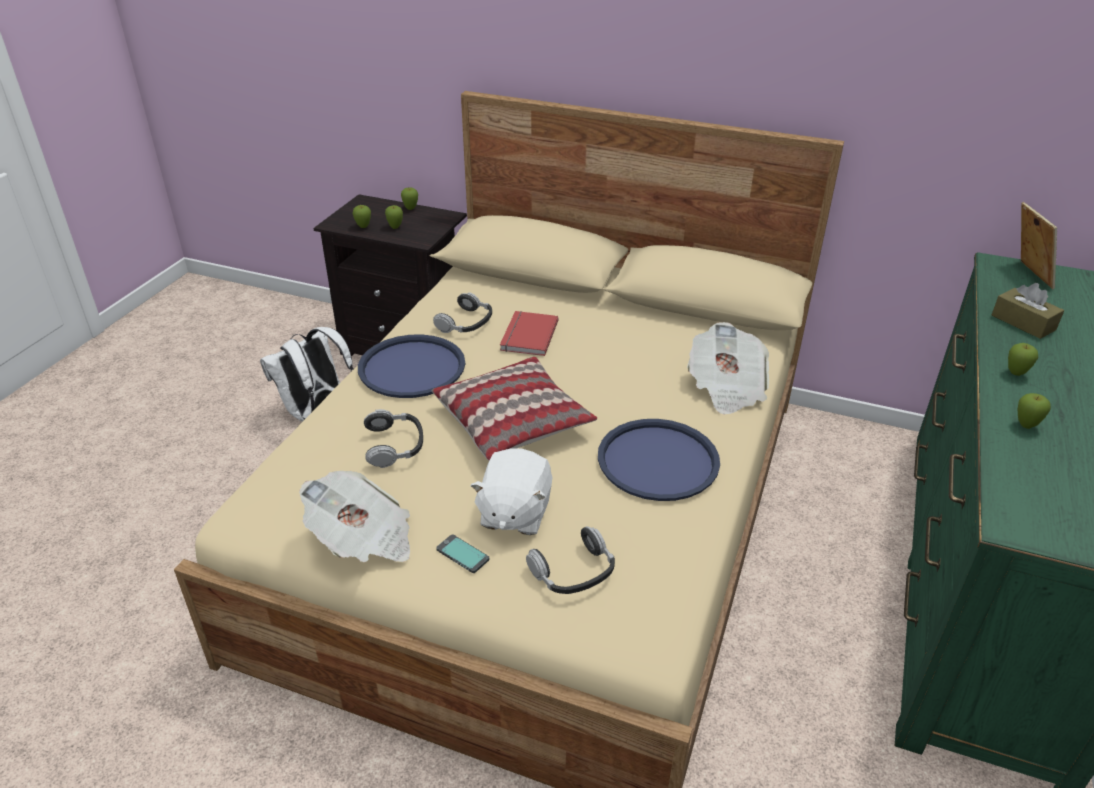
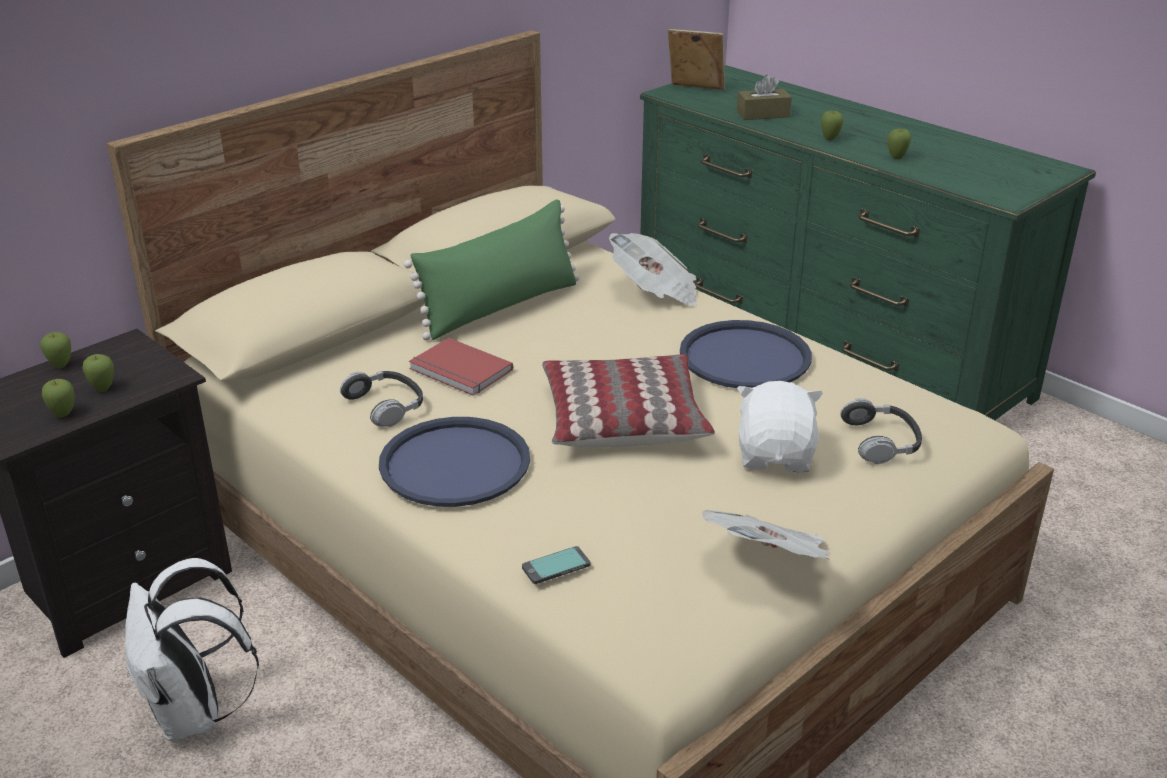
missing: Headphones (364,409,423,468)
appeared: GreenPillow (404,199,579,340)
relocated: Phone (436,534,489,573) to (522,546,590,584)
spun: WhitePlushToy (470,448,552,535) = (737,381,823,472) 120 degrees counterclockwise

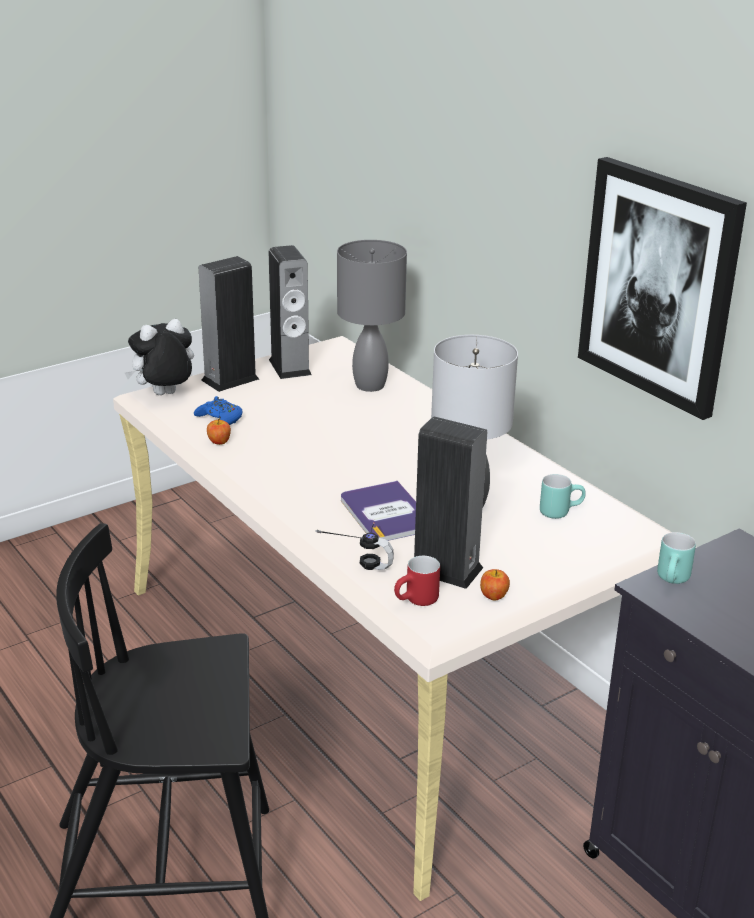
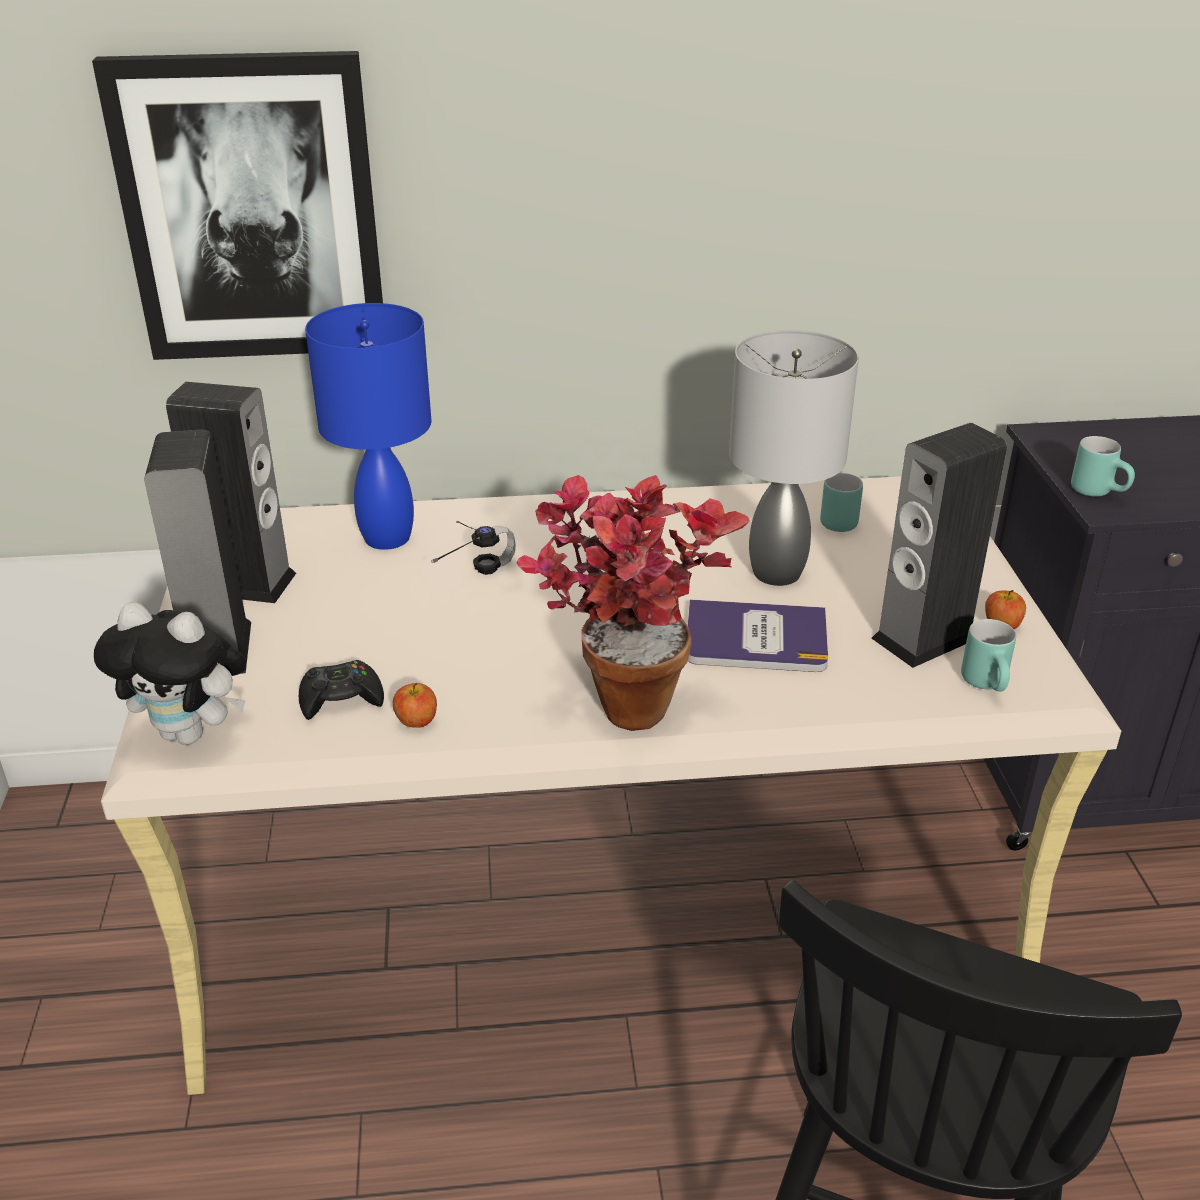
appeared: PottedPlant (516,475,750,731)
relocated: Picture (578,157,747,420) to (92,51,383,360); Headphones (315,522,394,570) to (431,521,516,575)
colour: GreyTableLamp (337,240,407,392) to BlueTableLamp (305,303,431,550); BlueGameController (194,396,242,425) to BlackGameController (299,660,384,720); RedMug (394,556,440,606) to TurquoiseMug (961,619,1016,692)
spun: PlushToy (125,319,194,395) = (94,602,246,745) 75 degrees counterclockwise

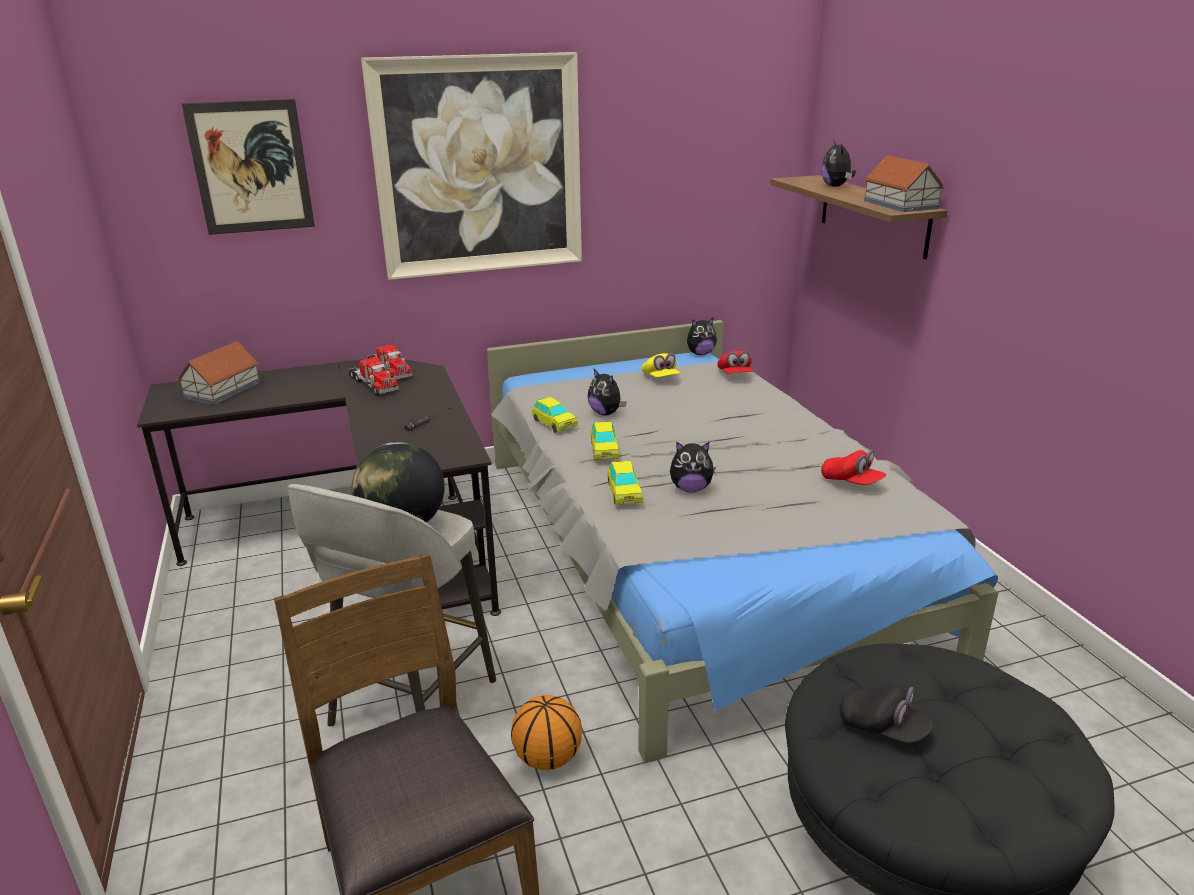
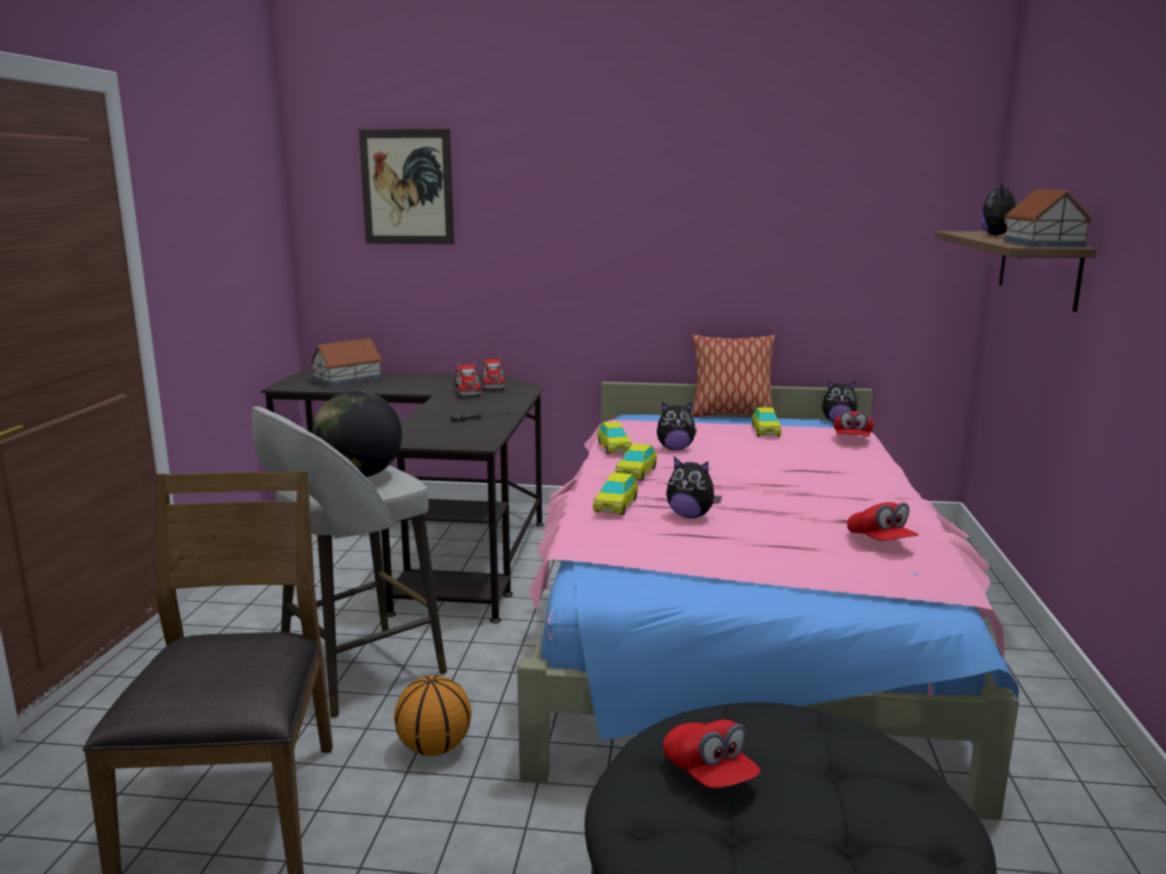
missing: Picture (361,52,582,280)
appeared: Pillow (691,335,775,418)
exchanged: YellowCap (641,353,680,377) to ToyCar (752,407,781,437)
colour: GreyBed (487,320,999,763) to PinkBed (517,382,1019,819); BlackCap (840,684,934,743) to RedCap (663,720,760,788)
spun: PlushToy (588,369,626,416) = (657,402,697,450) 75 degrees counterclockwise

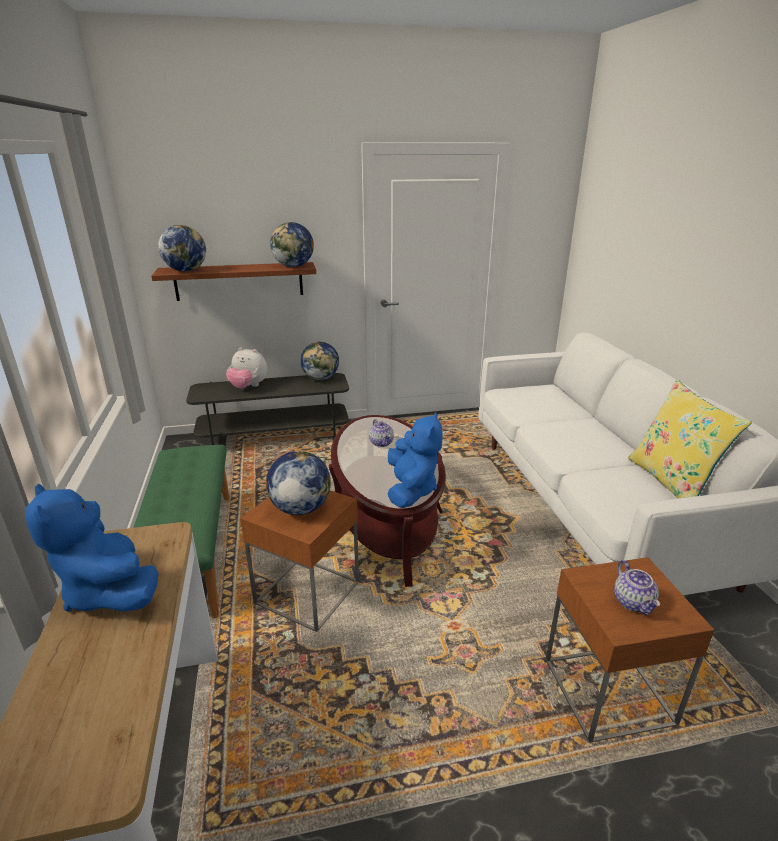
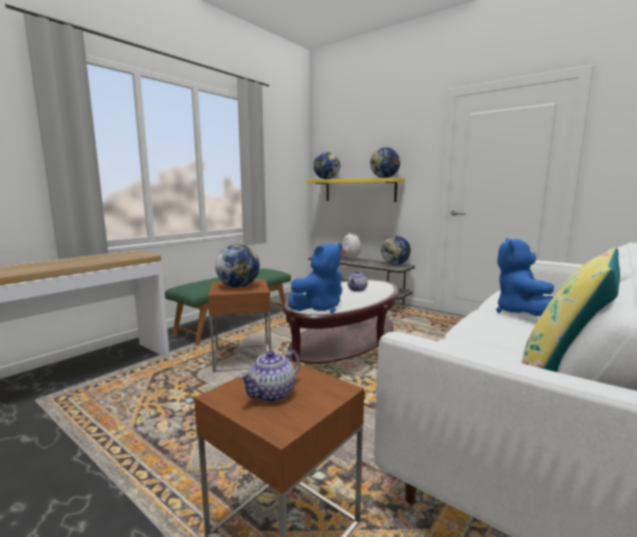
relocated: BluePlushToy (25,484,159,612) to (496,238,554,316)
colour: BrownShelf (151,262,316,301) to YellowShelf (307,178,405,202)

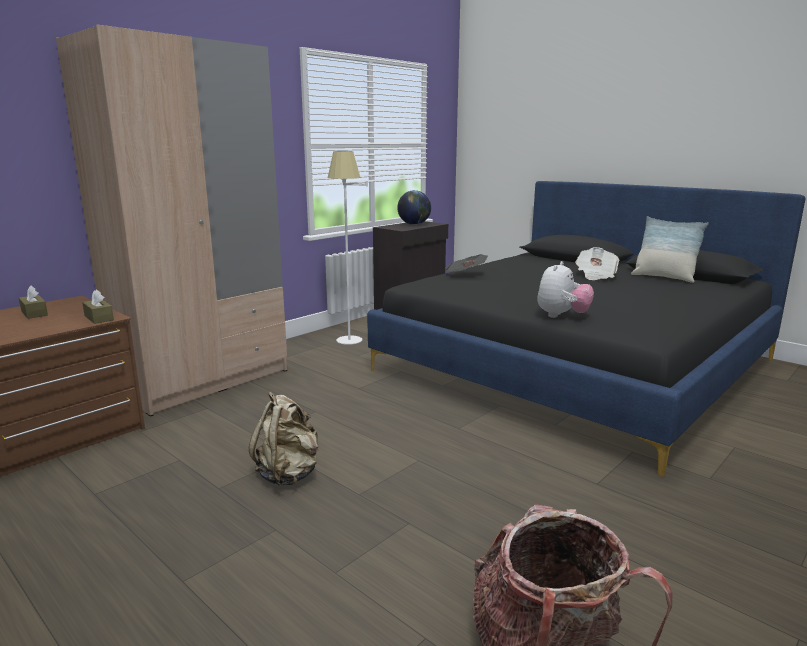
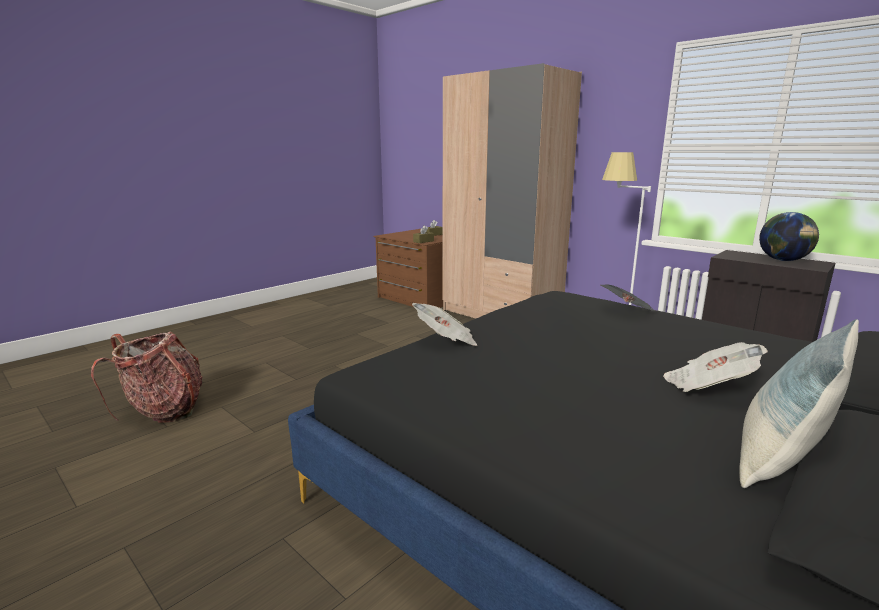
missing: BeigeBackpack (249,392,319,485)
exchanged: PlushToy (537,261,594,318) to Newspaper (412,303,478,346)

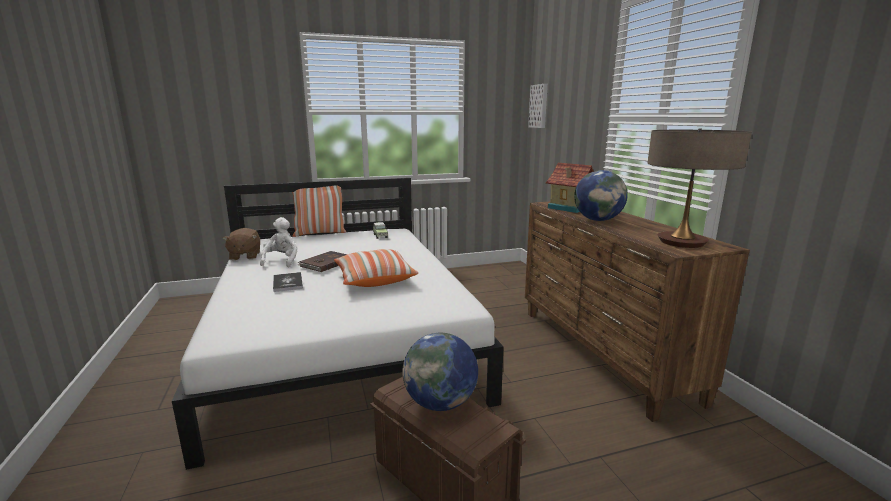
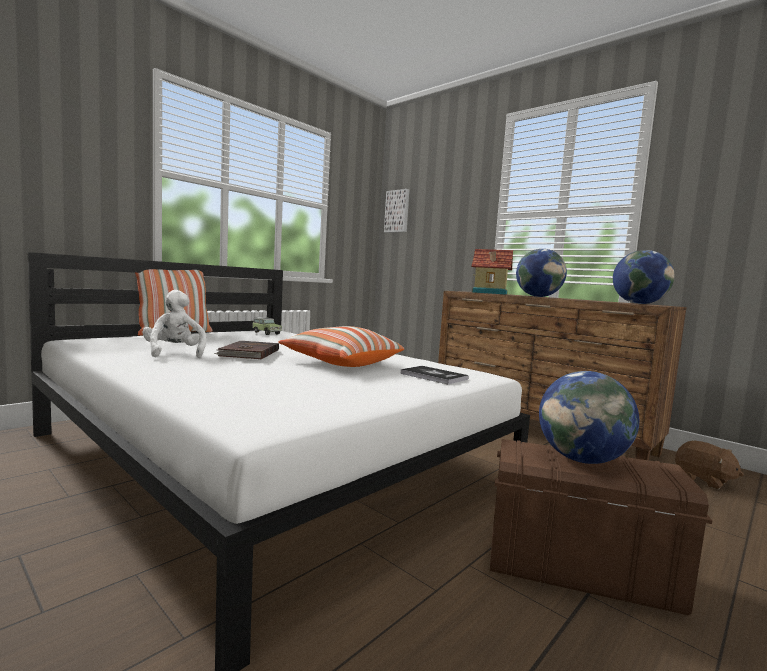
relocated: BrownPlushToy (222,228,260,260) to (675,440,744,490); Book (273,272,303,292) to (400,366,469,384)
exchanged: TableLamp (647,129,752,248) to Globe (613,250,674,304)

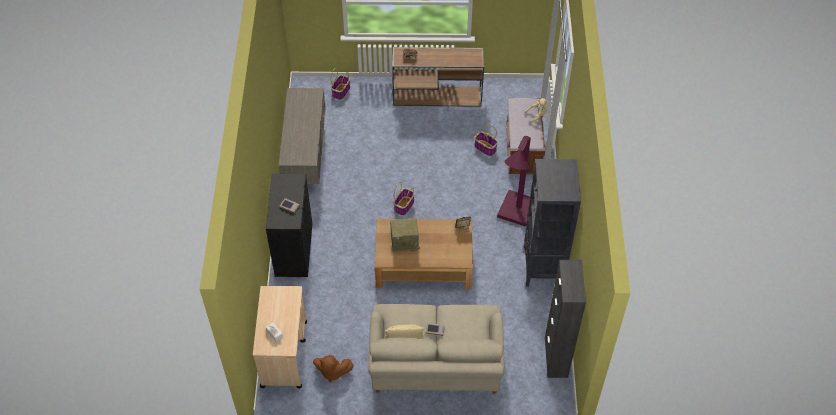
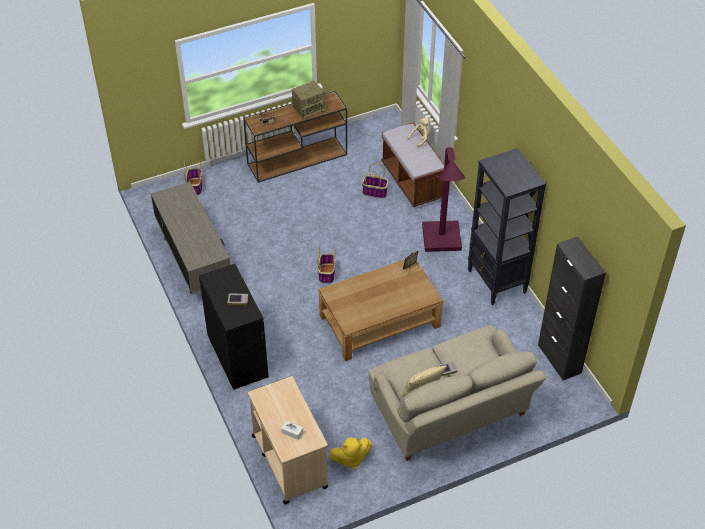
relocated: Radio (390,218,420,252) to (292,81,327,119)
colour: BrownPlushToy (313,355,354,382) to YellowPlushToy (329,437,372,470)

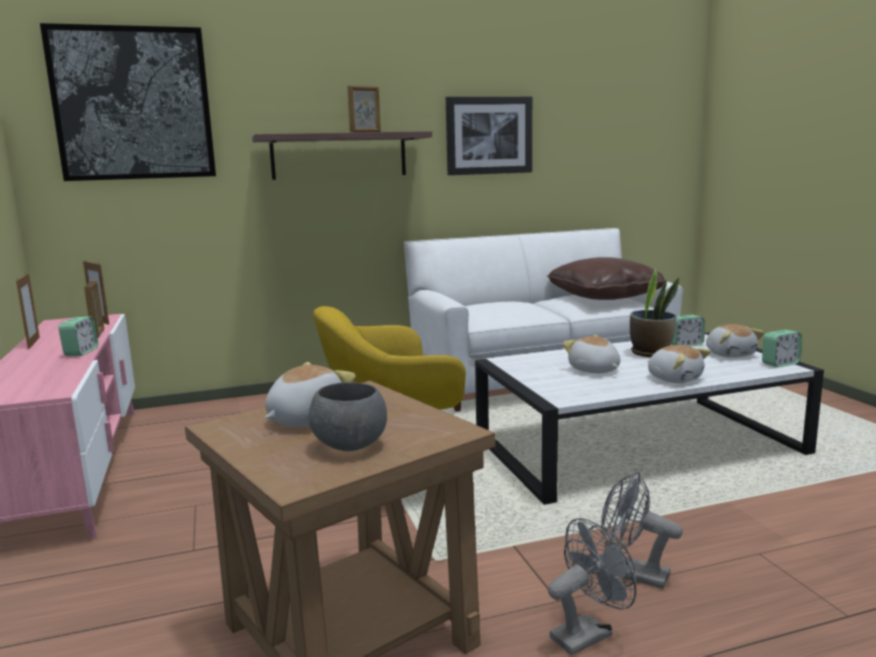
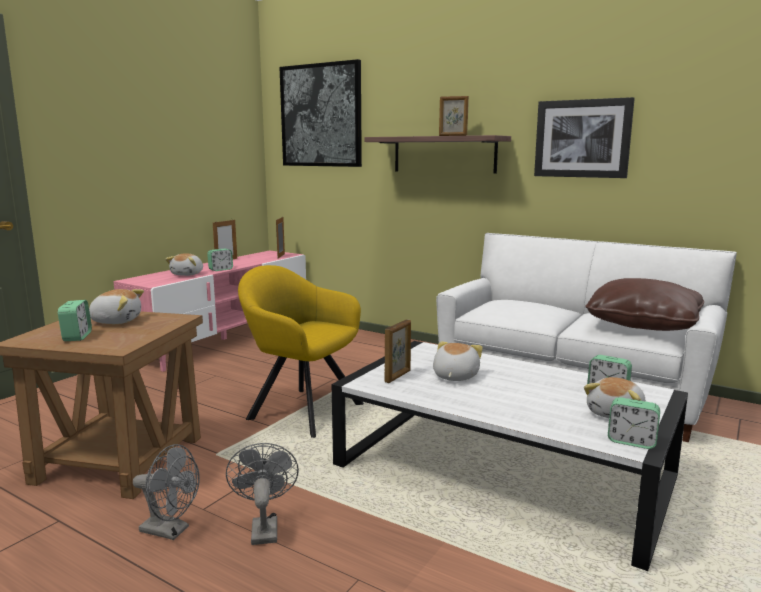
missing: PottedPlant (630,268,679,357)
relocated: PictureFrame (84,280,104,338) to (385,319,411,383); PlushToy (647,345,711,383) to (165,253,203,276)
exchanged: GreyBowl (309,382,387,451) to AlarmClock (58,300,92,341)

